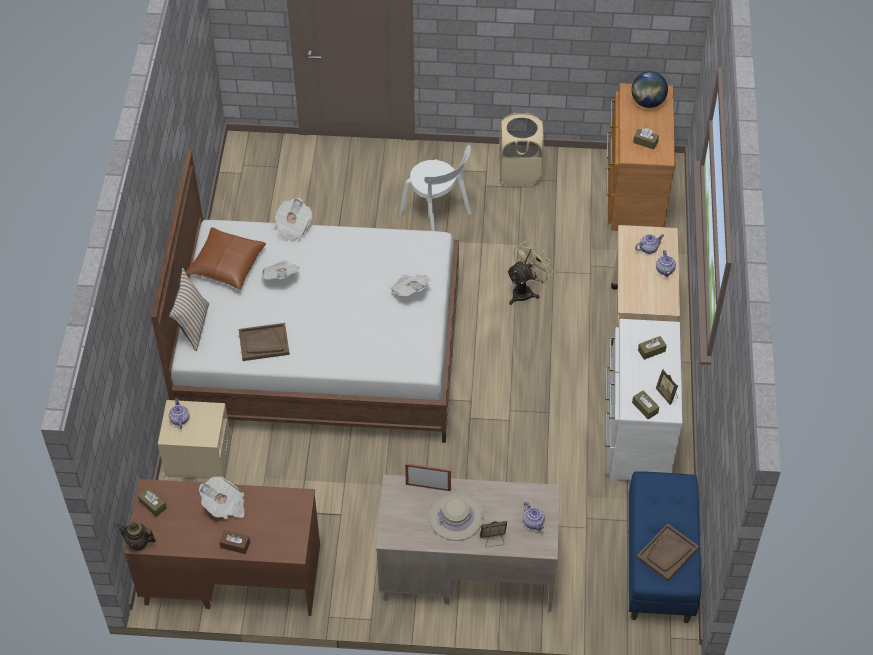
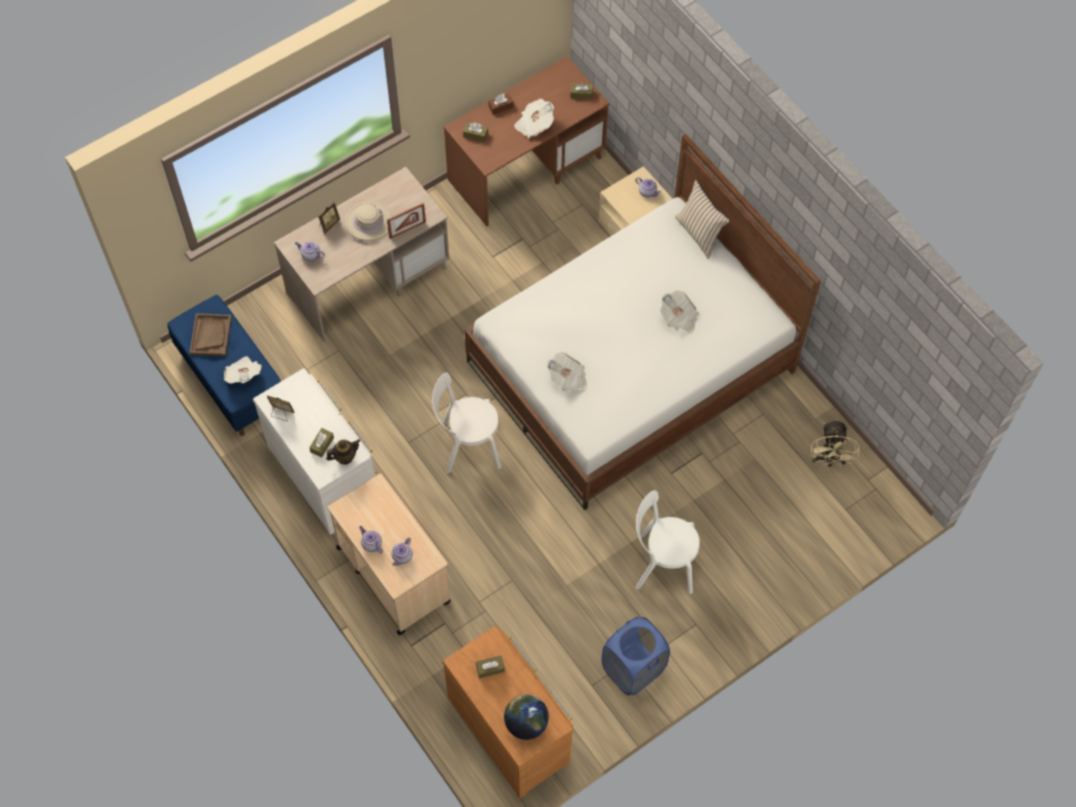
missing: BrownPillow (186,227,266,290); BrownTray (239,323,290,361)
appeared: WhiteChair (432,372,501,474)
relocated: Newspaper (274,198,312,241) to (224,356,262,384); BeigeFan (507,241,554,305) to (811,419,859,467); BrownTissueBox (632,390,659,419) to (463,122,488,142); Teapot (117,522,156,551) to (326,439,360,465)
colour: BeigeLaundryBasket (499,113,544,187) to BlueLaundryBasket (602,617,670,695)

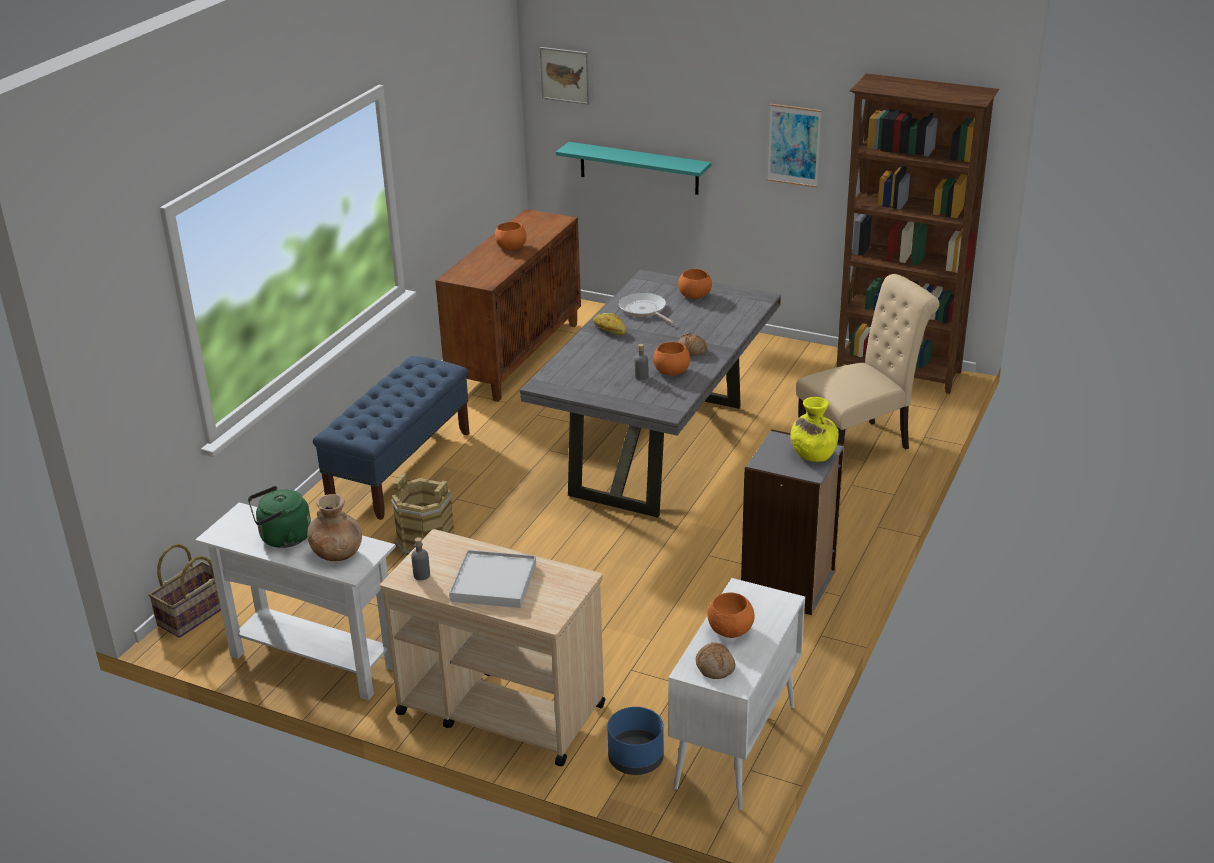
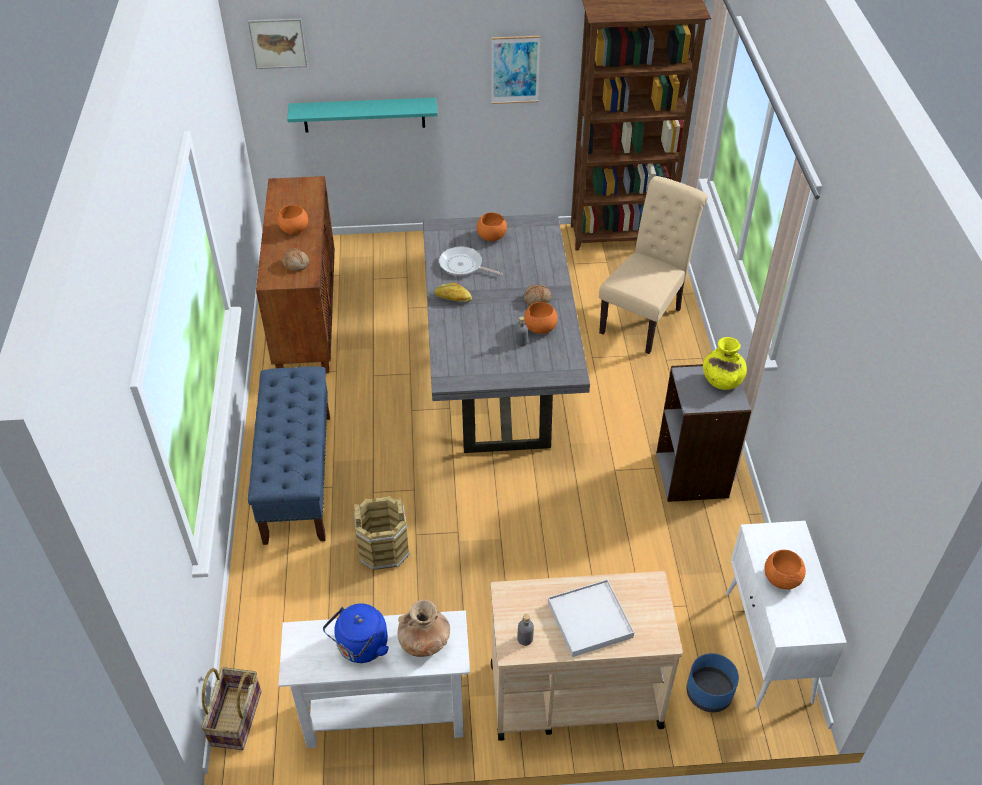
relocated: Bread (696,642,735,679) to (282,248,309,271)
colour: GreenKettle (248,486,311,548) to BlueKettle (323,603,389,663)

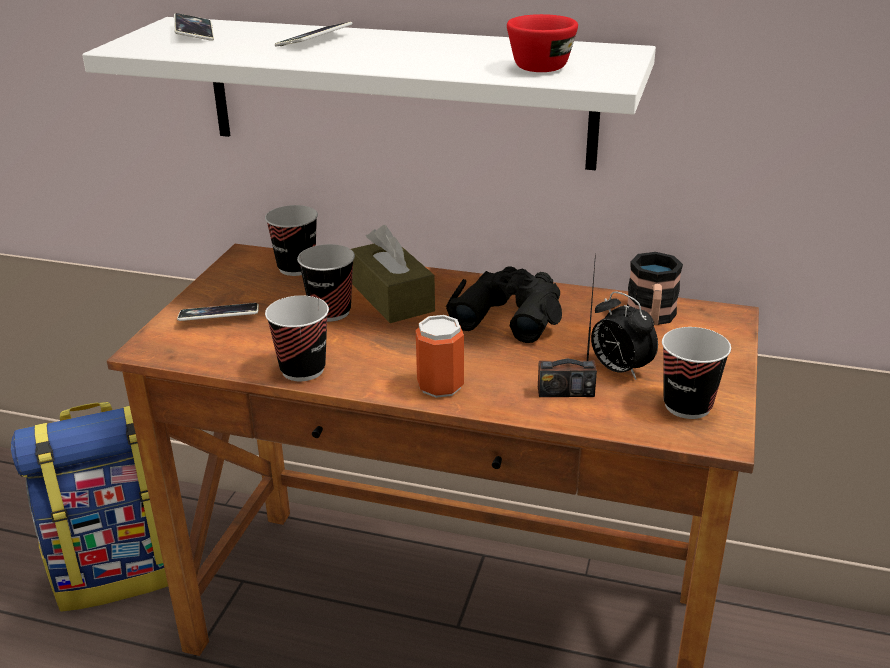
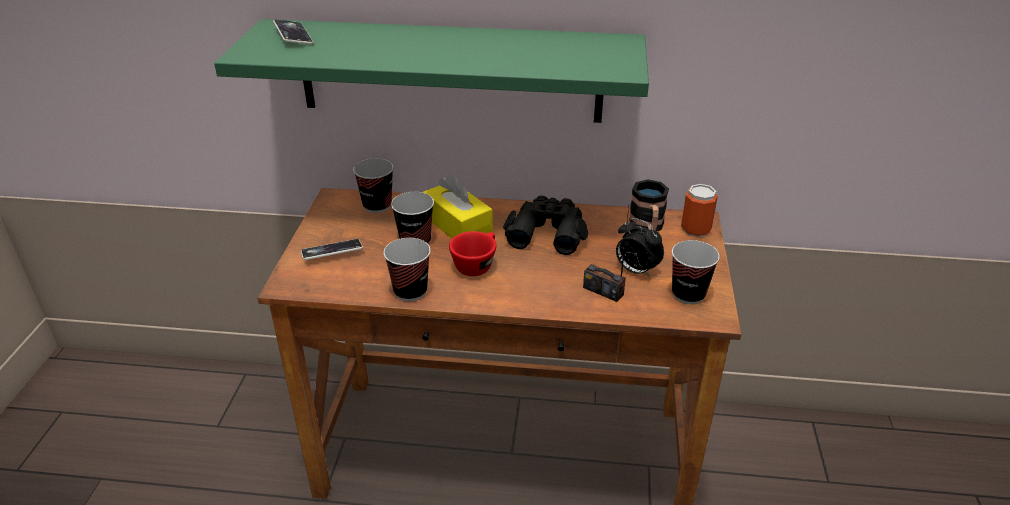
missing: Phone (275,22,352,47); Backpack (11,402,168,612)
relocated: RedCup (507,14,578,72) to (449,231,496,276); Can (416,315,464,398) to (681,184,718,237)
colour: WhiteShelf (82,17,656,170) to GreenShelf (214,19,649,123); BrownTissueBox (351,225,435,323) to YellowTissueBox (423,175,493,238)
spun: Radio (538,253,597,397) = (583,207,629,302) 45 degrees clockwise

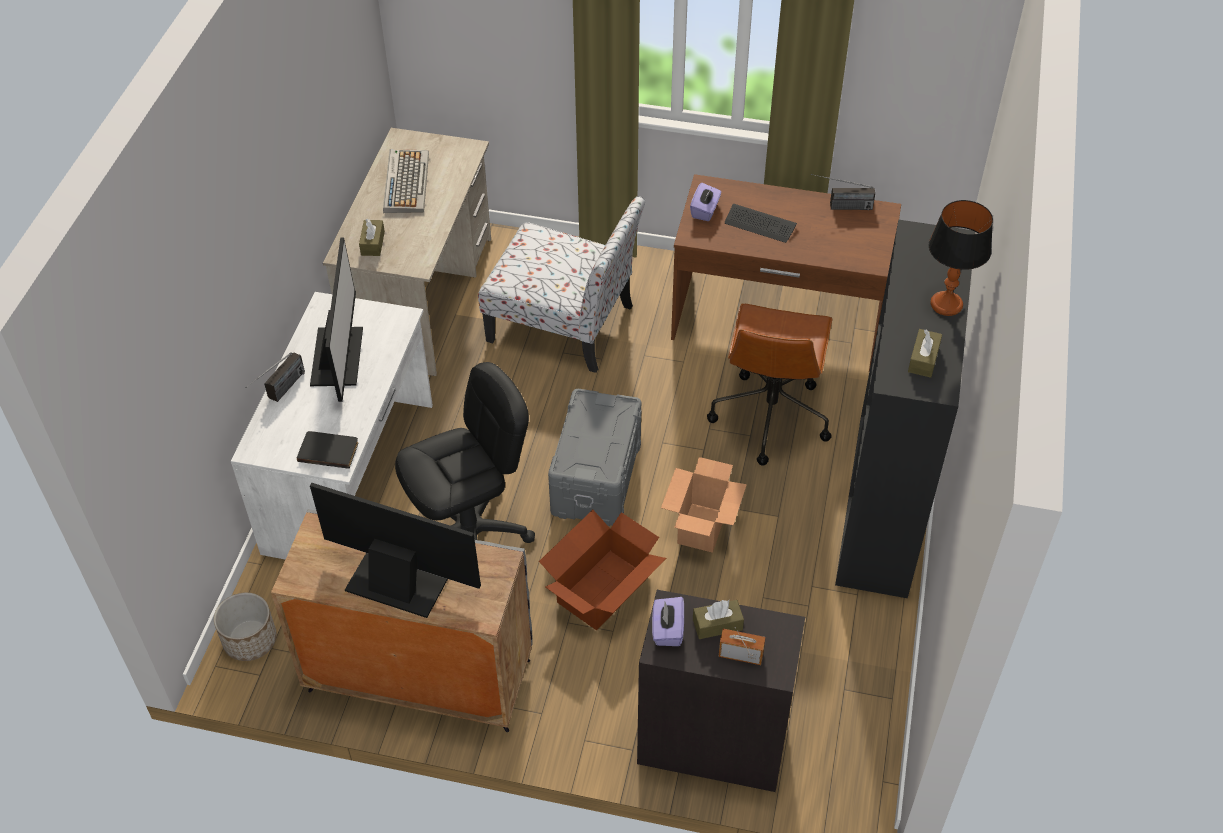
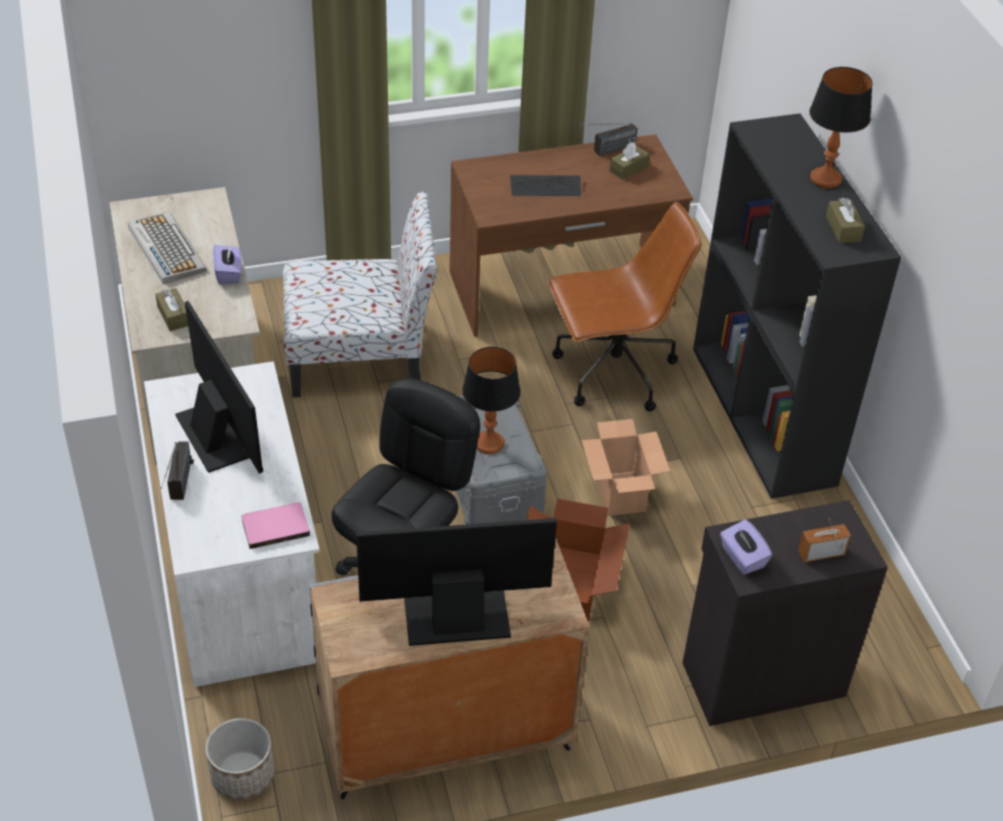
appeared: TableLamp (462,347,521,454)
relocated: PurpleTissueBox (690,183,721,221) to (213,244,242,284); BrownTissueBox (693,600,744,639) to (609,143,650,180)
colour: BlackBook (297,431,358,469) to PinkBook (241,503,310,549)
spun: BrownOfficeChair (707,303,832,465) = (547,202,701,412) 90 degrees counterclockwise

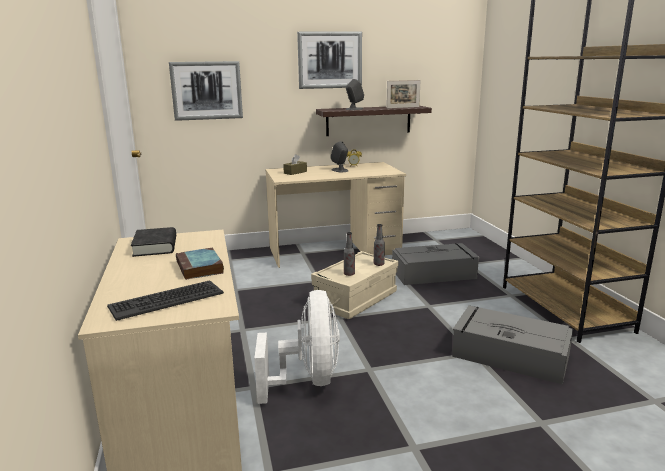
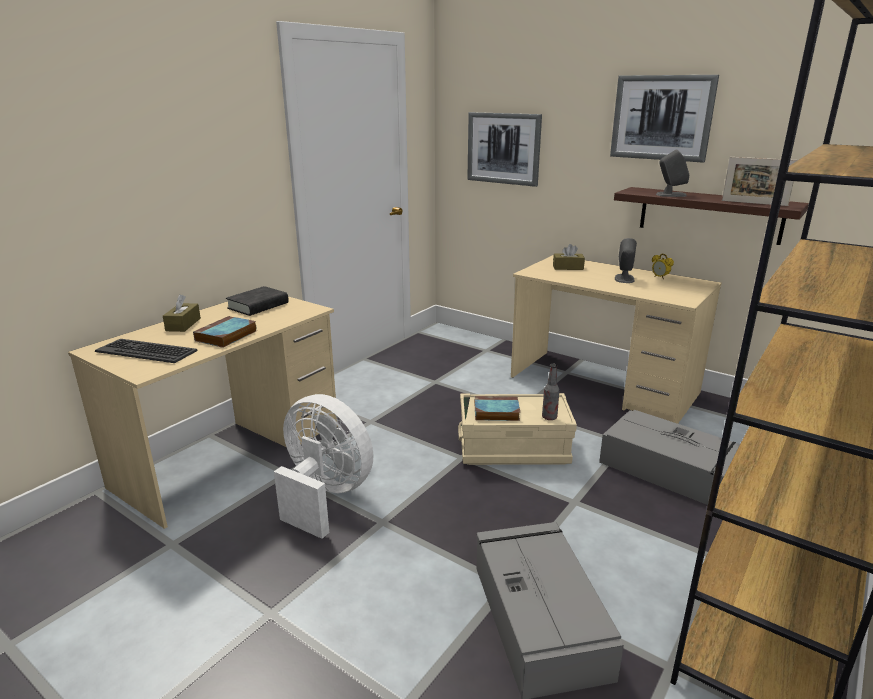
appeared: BrownTissueBox (163,294,201,332)
exchanged: Bottle (344,232,355,276) to Book (475,396,520,421)
spun: WhiteFan (254,290,340,404) = (274,394,373,539) 105 degrees counterclockwise

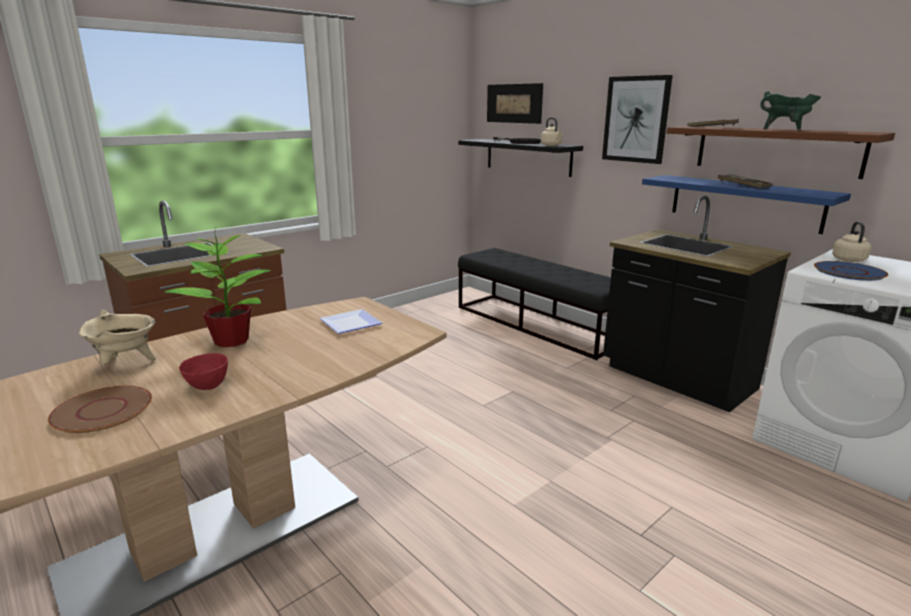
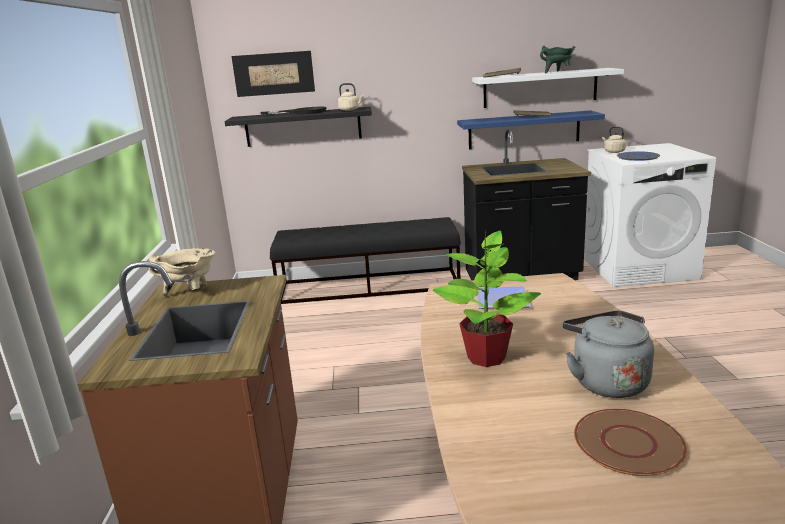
missing: Picture (602,75,673,164)
relocated: BeigeCookingPot (79,310,156,364) to (149,248,215,297)
exchanged: RedBowl (179,353,228,390) to GreyKettle (562,310,654,398)
colour: BrownShelf (667,126,895,179) to WhiteShelf (472,68,624,108)

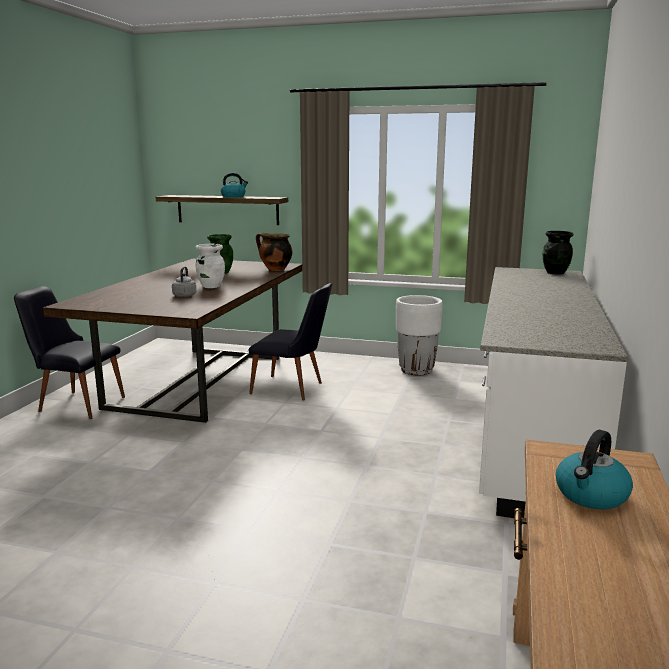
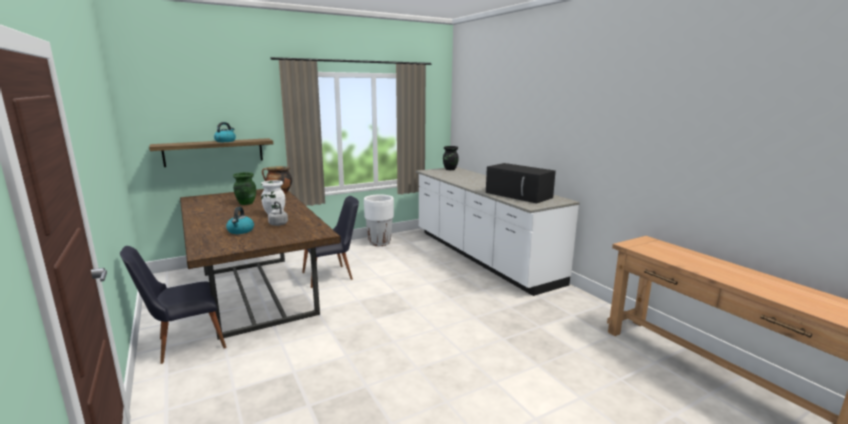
appeared: BlackMicrowave (486,163,556,203)
relocated: Kettle (556,430,633,509) to (226,207,254,234)

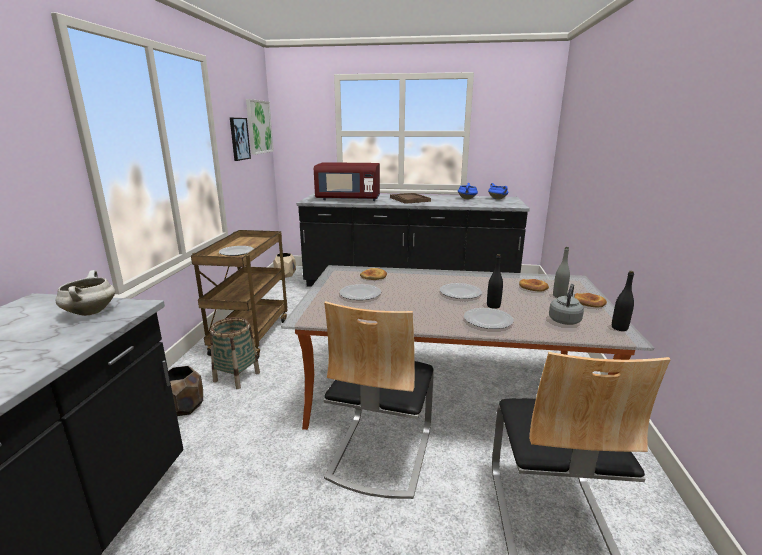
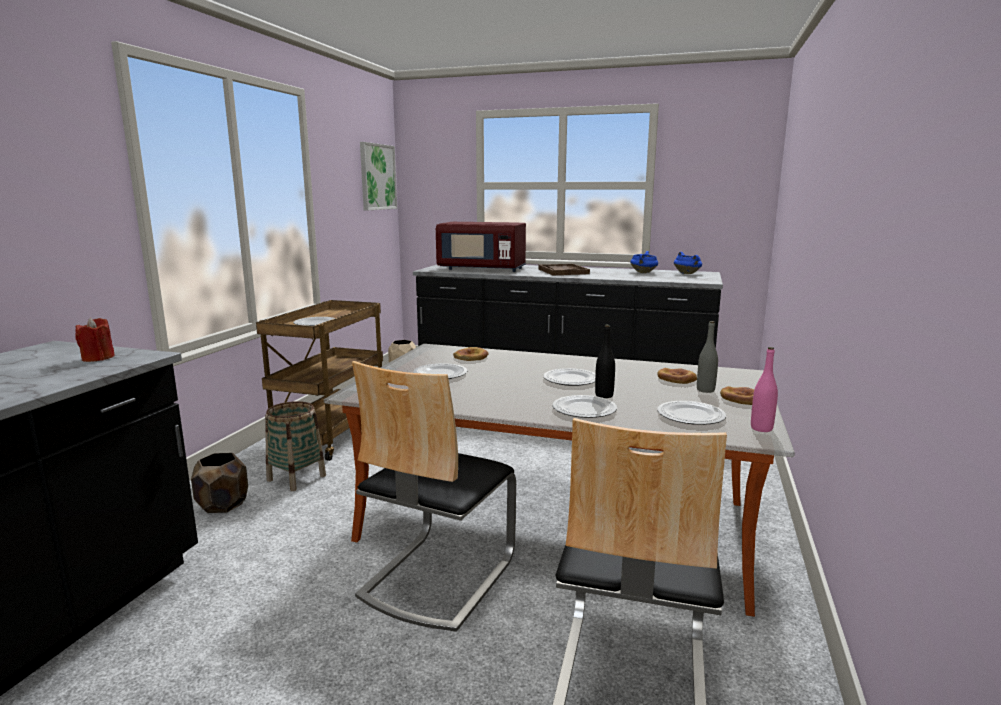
missing: Picture (230,118,251,161)
exchanged: WhiteCookingPot (55,270,115,316) to RedCandle (75,318,115,362); GreyKettle (549,284,584,325) to Plate (657,401,726,425)
colour: BlackBottle (612,271,634,331) to PinkBottle (751,347,778,432)

